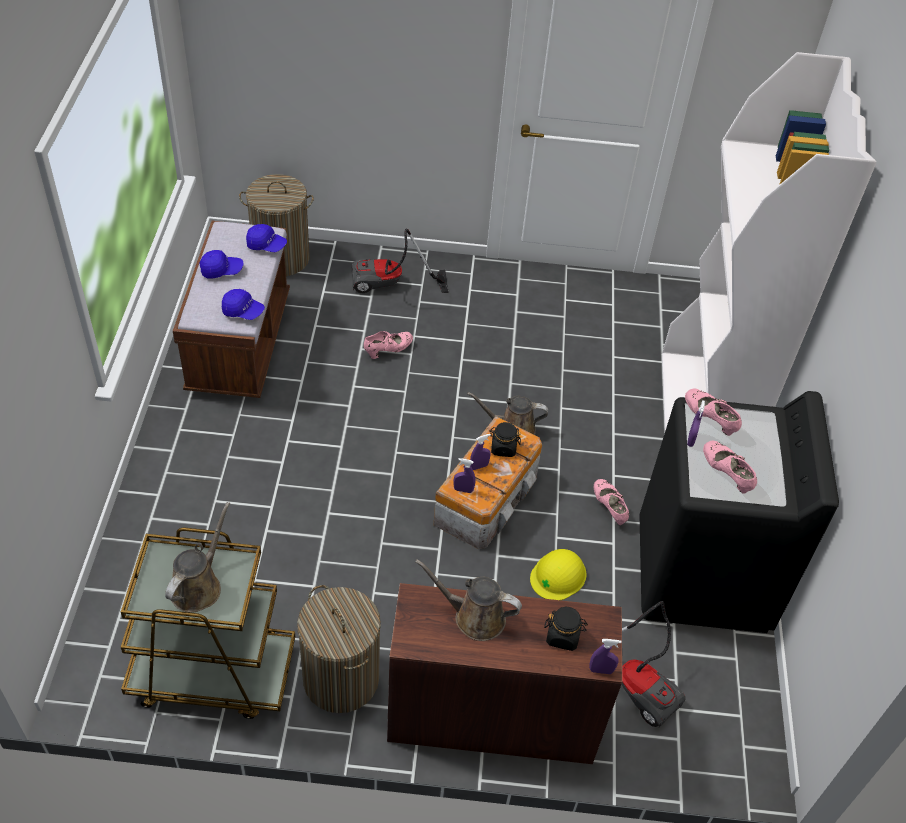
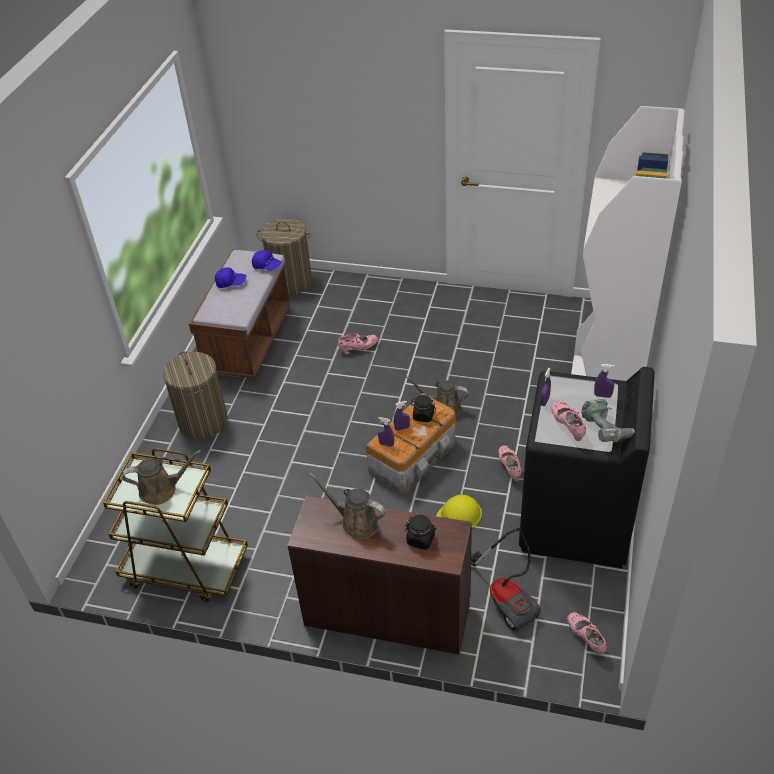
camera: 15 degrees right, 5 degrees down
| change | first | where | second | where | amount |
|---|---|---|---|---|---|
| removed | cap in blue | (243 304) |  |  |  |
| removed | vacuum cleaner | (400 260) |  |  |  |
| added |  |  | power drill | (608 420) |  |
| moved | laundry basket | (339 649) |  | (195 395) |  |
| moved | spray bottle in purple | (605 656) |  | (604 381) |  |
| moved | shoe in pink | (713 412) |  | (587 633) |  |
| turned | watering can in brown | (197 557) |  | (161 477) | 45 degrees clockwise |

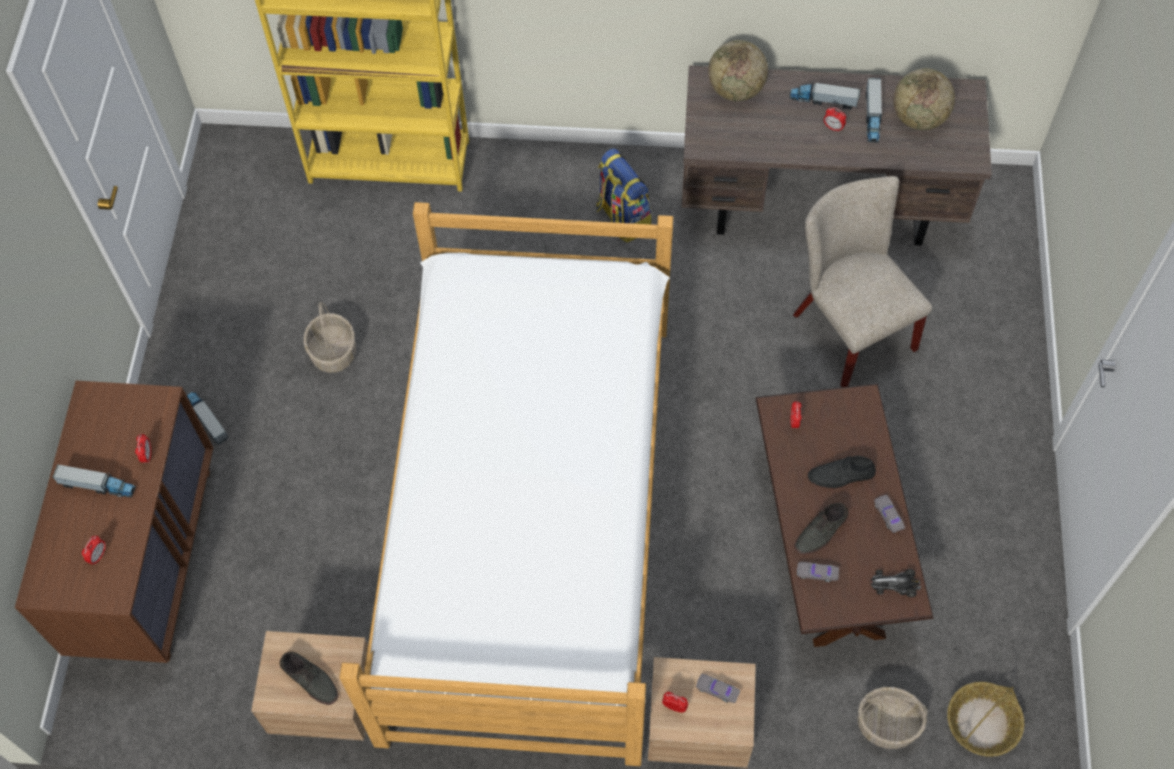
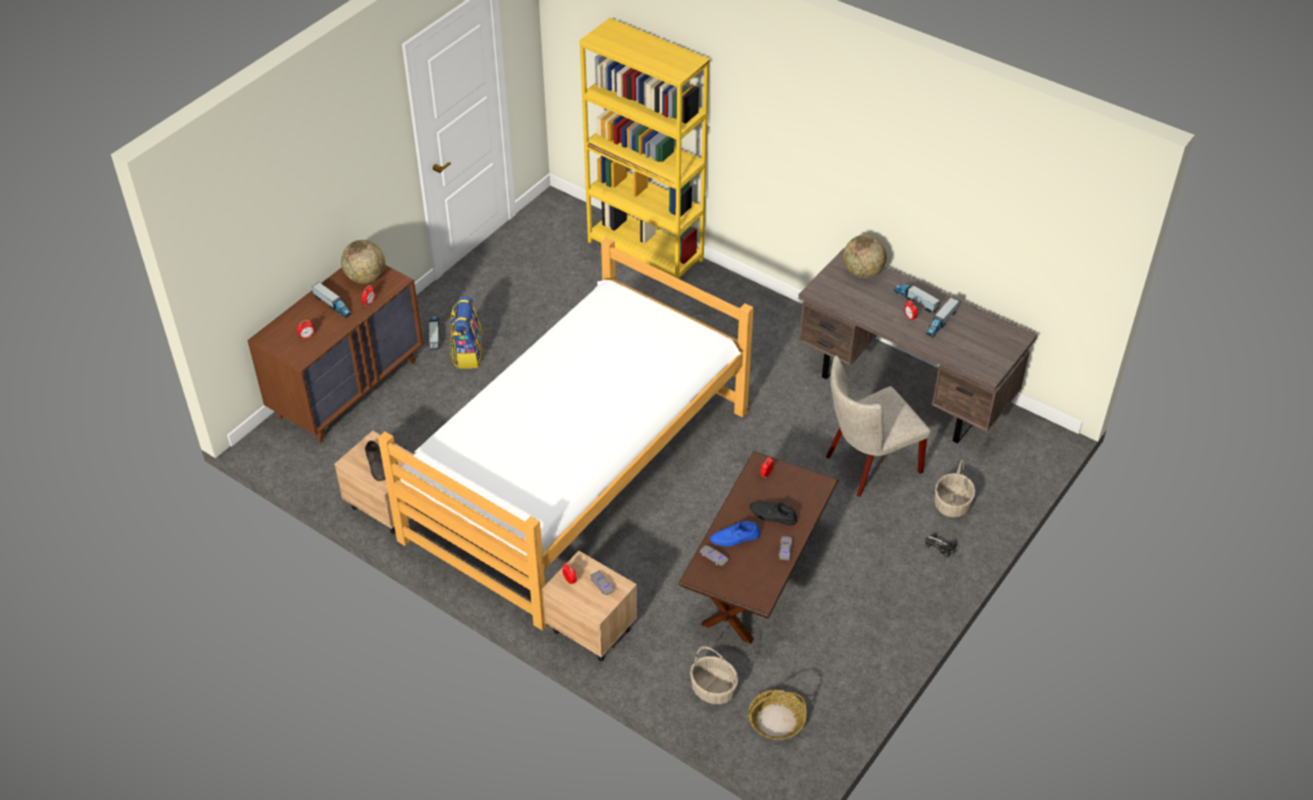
camera: 30 degrees right, 15 degrees down
| change | first | where | second | where | amount |
|---|---|---|---|---|---|
| moved | basket | (330 337) |  | (954 488) |  |
| moved | backpack | (624 195) |  | (466 332) |  |
| moved | toy car | (895 583) |  | (941 545) |  |
| moved | globe | (924 99) |  | (363 262) |  |
| recoloured | shoe in grey | (821 529) | shoe in blue | (735 533) |  |
| turned | chair in beige | (862 281) |  | (878 426) | 120 degrees counterclockwise |

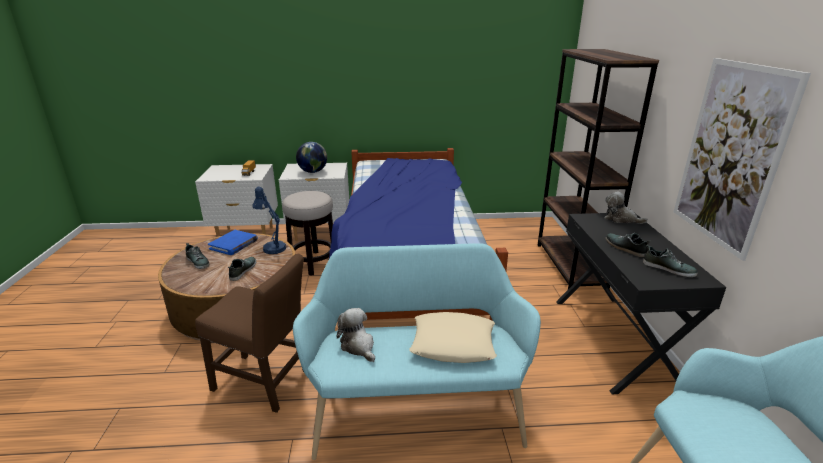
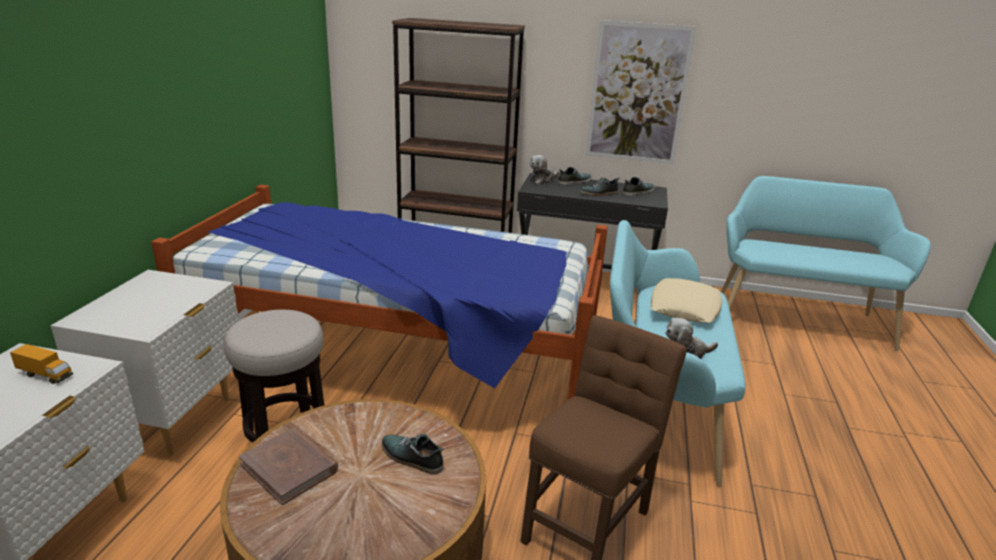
camera: 75 degrees left, 0 degrees up
| change | first | where | second | where | amount |
|---|---|---|---|---|---|
| removed | table lamp in blue | (269 220) |  |  |  |
| removed | globe | (311 157) |  |  |  |
| moved | shoe | (197 256) |  | (575 176) |  |
| recoloured | book in blue | (233 242) | book in brown | (288 466) |  |

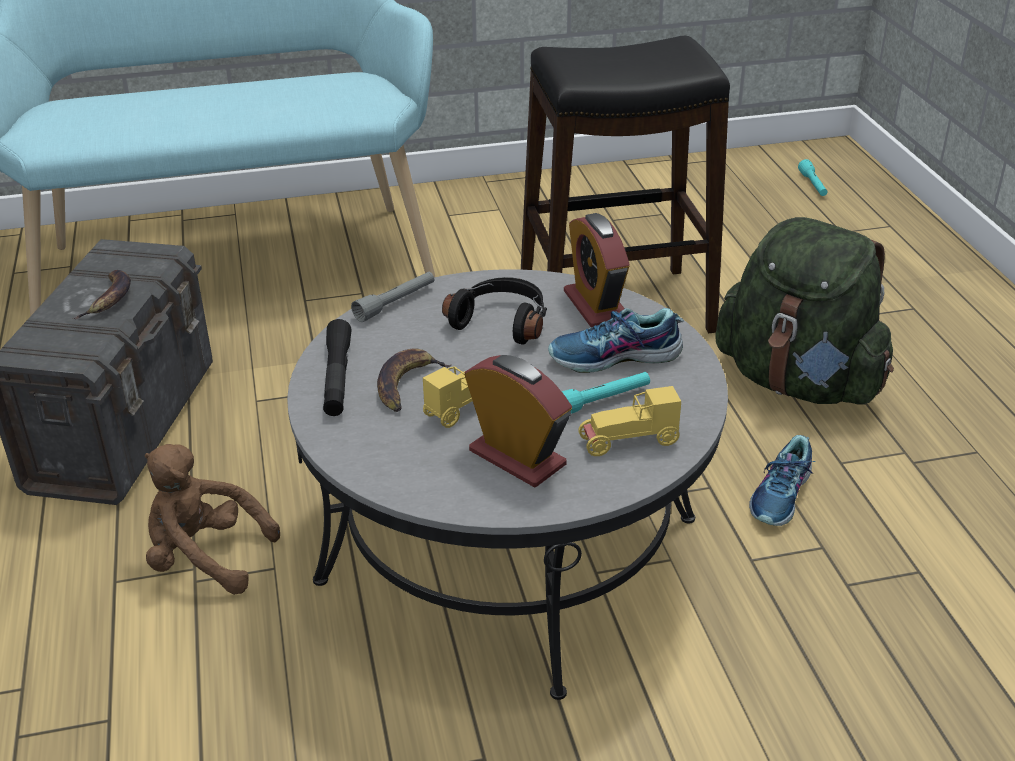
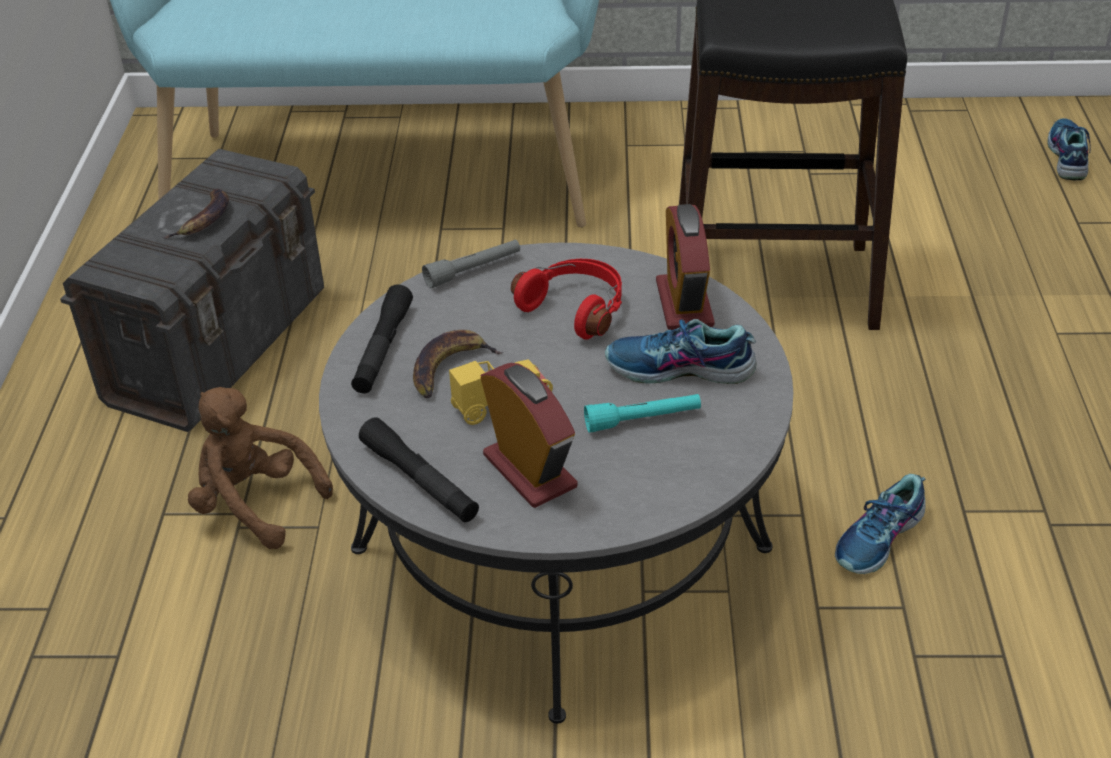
camera: 15 degrees right, 5 degrees up
| change | first | where | second | where | amount |
|---|---|---|---|---|---|
| removed | toy car in yellow | (629 421) |  |  |  |
| removed | backpack in green | (804 311) |  |  |  |
| added |  |  | flashlight in black | (419 469) |  |
| replaced | flashlight in turquoise | (812 177) | shoe | (1069 149) |  |
| recoloured | headphones in black | (494 311) | headphones in red | (566 299) |  |

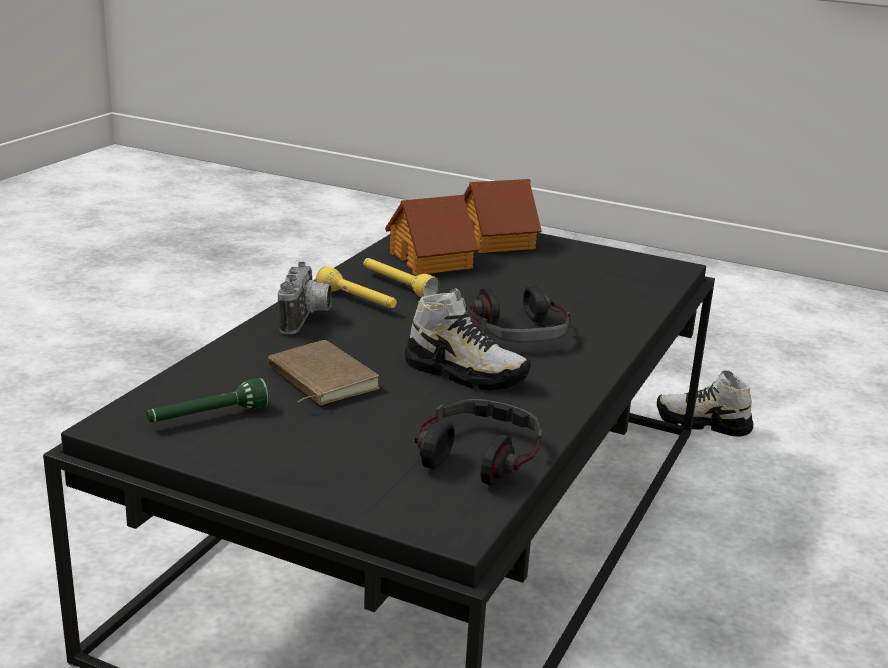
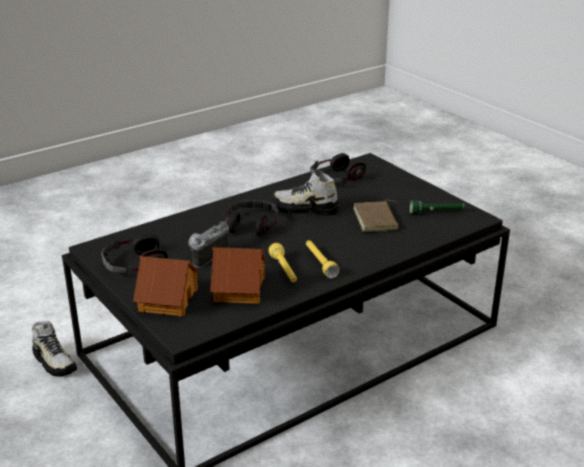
camera: 150 degrees left, 5 degrees up
| change | first | where | second | where | amount |
|---|---|---|---|---|---|
| added |  |  | headphones | (134 254) |  |
| moved | photo camera | (305 298) |  | (208 244) |  |
| turned | shoe | (467 339) |  | (306 193) | 45 degrees counterclockwise |

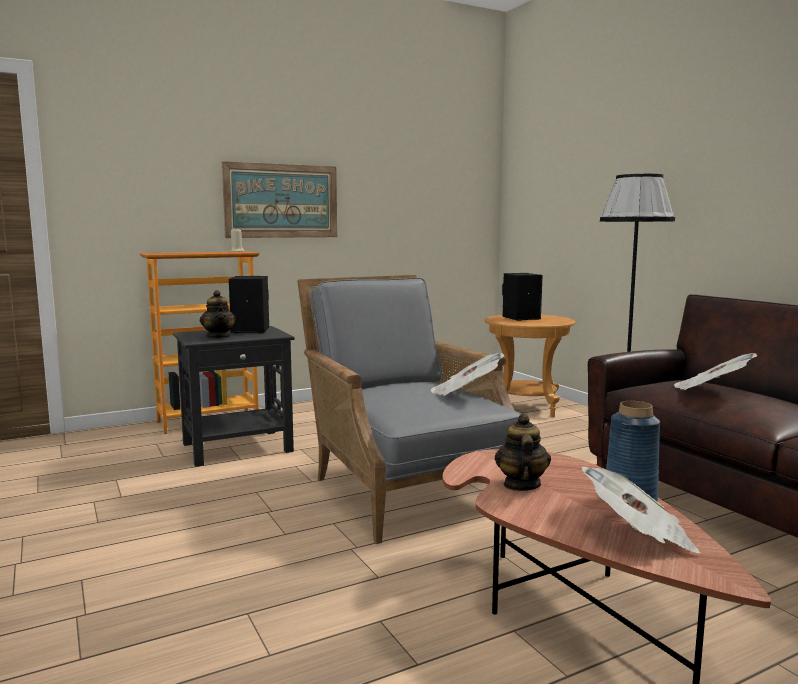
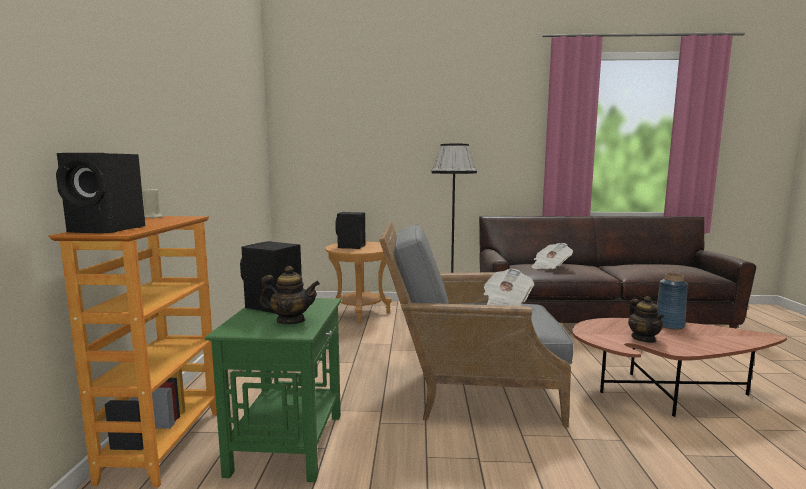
camera: 60 degrees left, 0 degrees up
| change | first | where | second | where | amount |
|---|---|---|---|---|---|
| removed | picture | (279 199) |  |  |  |
| removed | newspaper | (641 509) |  |  |  |
| added |  |  | speaker in black | (100 193) |  |
| recoloured | side table in black | (234 396) | side table in green | (273 390) |  |
| turned | teapot | (523 452) |  | (646 319) | 135 degrees counterclockwise |

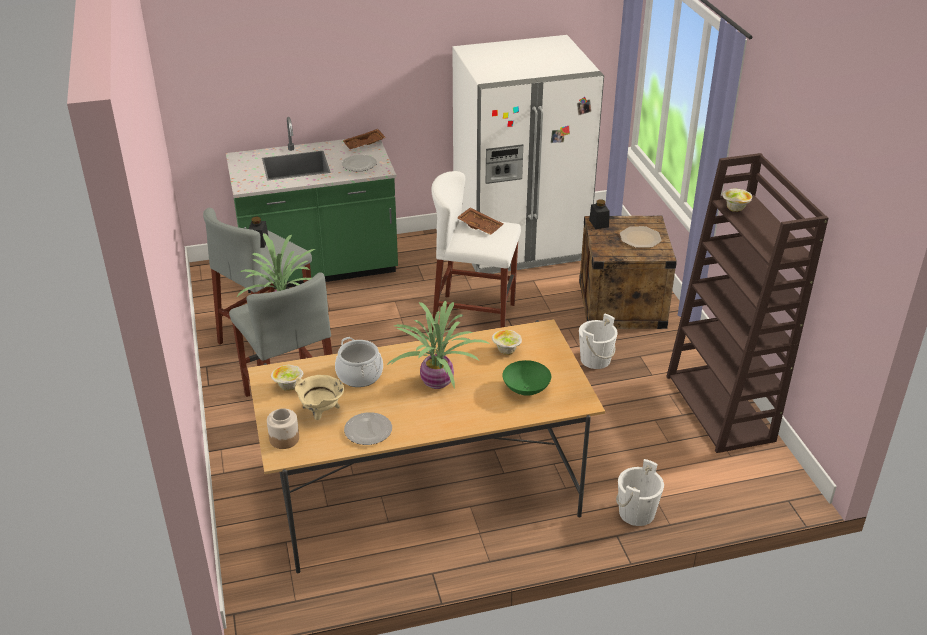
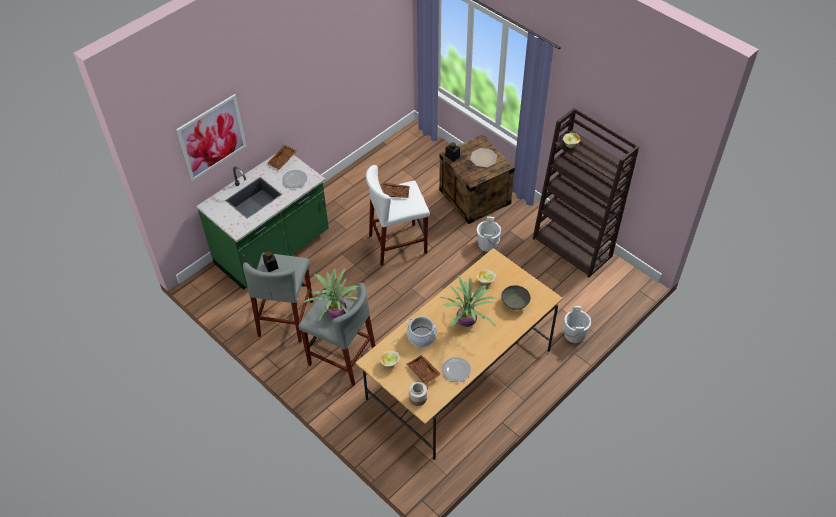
camera: 30 degrees left, 15 degrees up
| change | first | where | second | where | amount |
|---|---|---|---|---|---|
| removed | fridge in white | (528 154) |  |  |  |
| added |  |  | picture | (211 137) |  |
| replaced | cooking pot in beige | (319 397) | tray in brown | (424 369) |  |
| recoloured | bowl in green | (527 378) | bowl in grey | (515 297) |  |

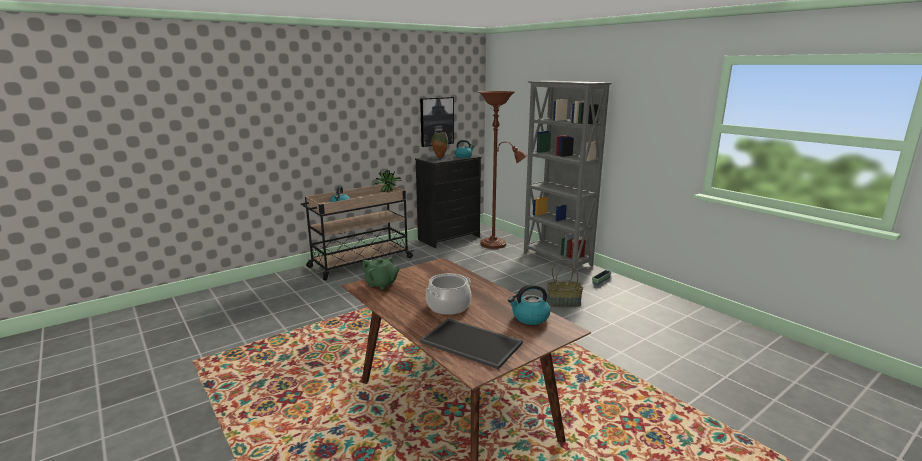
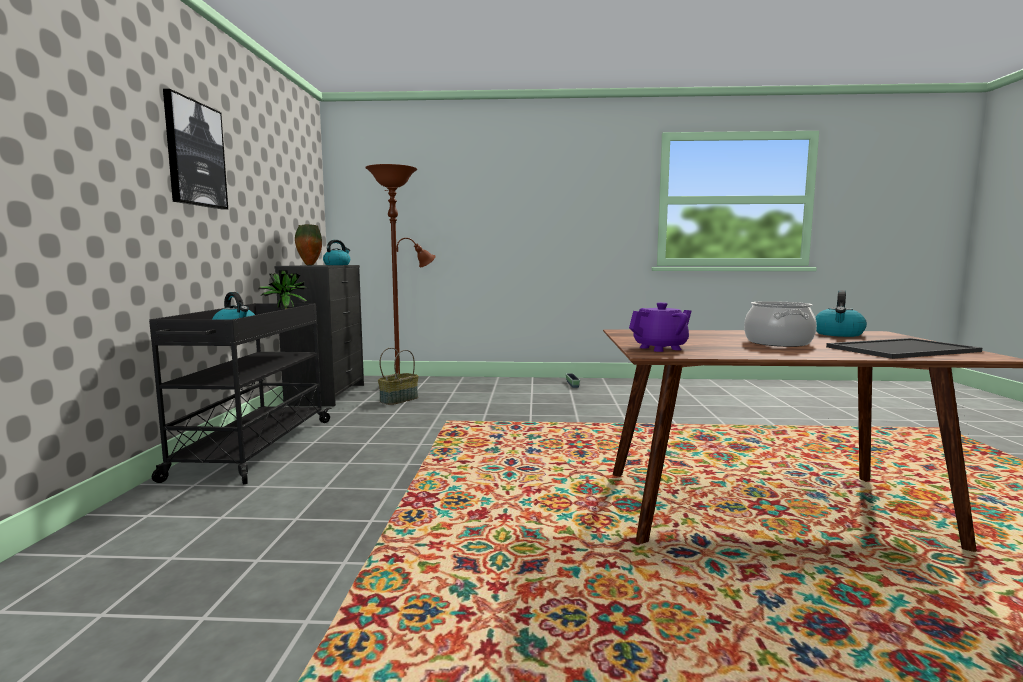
camera: 50 degrees left, 10 degrees down
| change | first | where | second | where | amount |
|---|---|---|---|---|---|
| removed | bookcase in grey | (568 177) |  |  |  |
| moved | picture | (437 122) |  | (195 149) |  |
| moved | basket | (565 283) |  | (398 376) |  |
| recoloured | cart in beige | (357 232) | cart in black | (240 394) |  |
| recoloured | teapot in green | (381 273) | teapot in purple | (660 327) |  |

